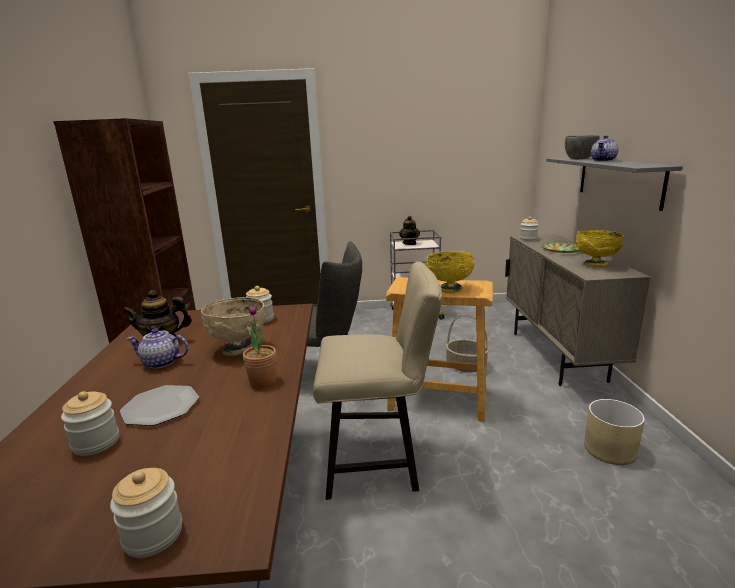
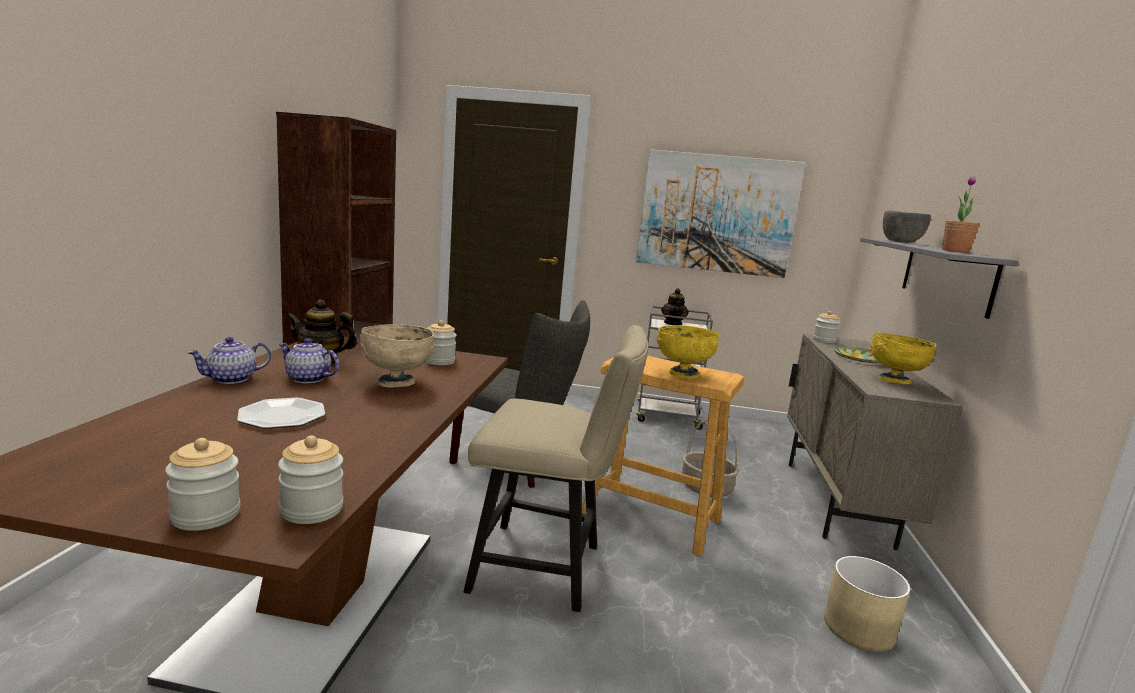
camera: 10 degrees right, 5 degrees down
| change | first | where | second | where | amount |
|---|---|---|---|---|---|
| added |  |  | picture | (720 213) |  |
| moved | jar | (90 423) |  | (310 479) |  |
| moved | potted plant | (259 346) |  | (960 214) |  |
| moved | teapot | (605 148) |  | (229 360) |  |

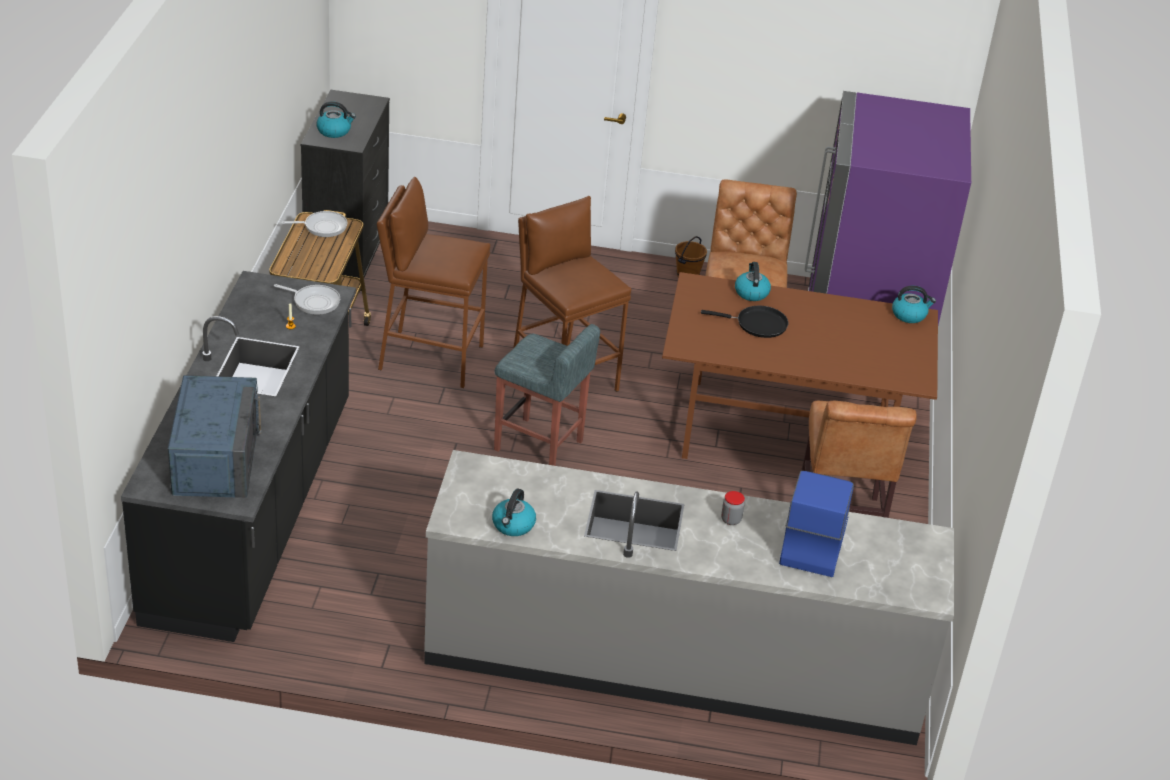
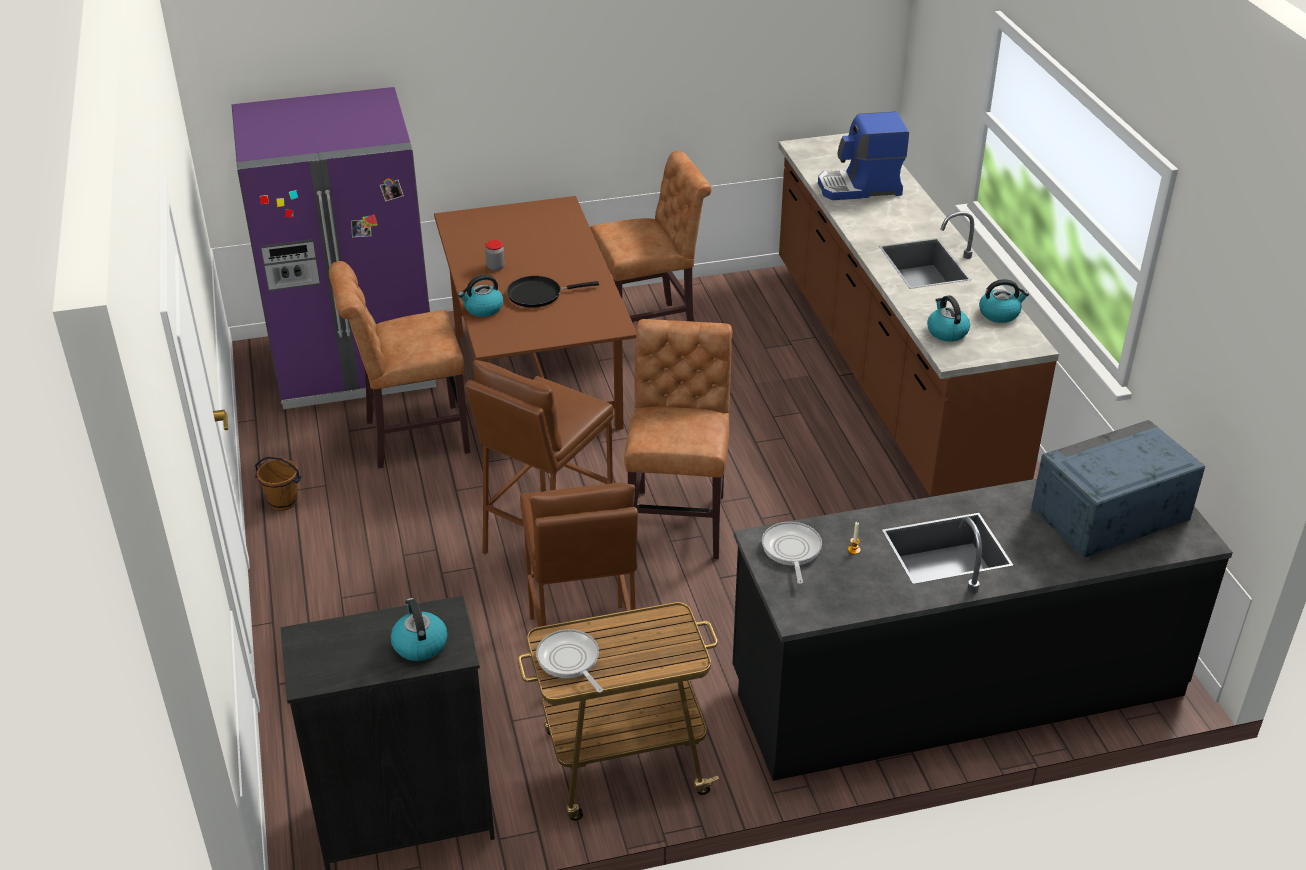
camera: 110 degrees left, 0 degrees up
| change | first | where | second | where | amount |
|---|---|---|---|---|---|
| moved | jar | (733 508) |  | (495 255) |  |
| moved | kettle | (914 304) |  | (948 318) |  |
| replaced | stool in grey | (547 395) | chair in brown | (678 439) |  |
| recoloured | counter in grey | (689 597) | counter in brown | (918 315) |  |
| turned | frying pan in black | (744 322) |  | (553 292) | 90 degrees counterclockwise |

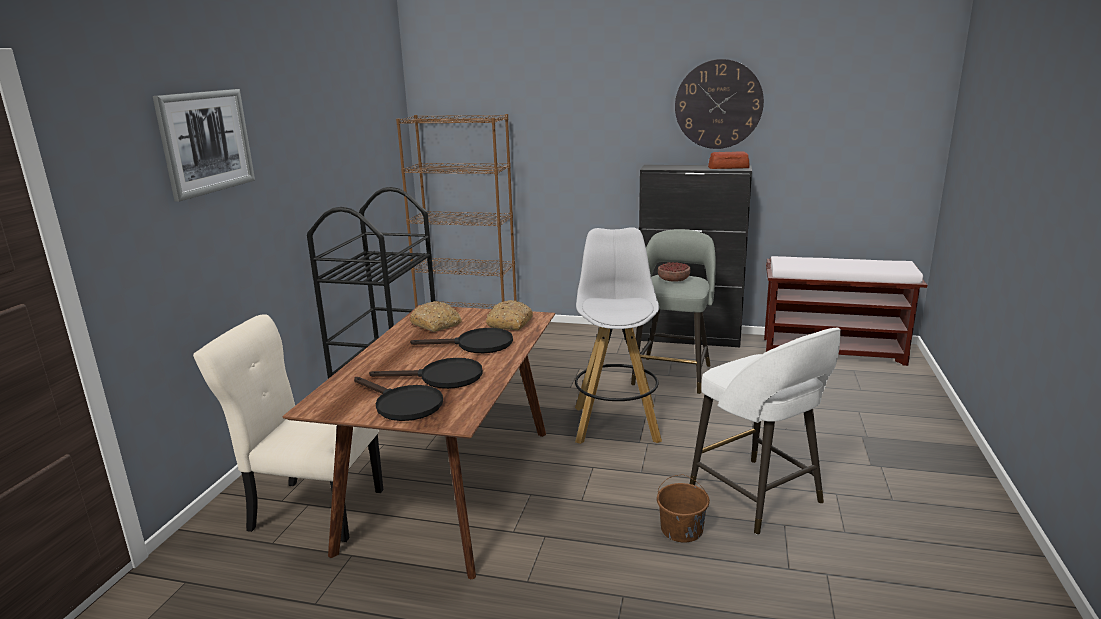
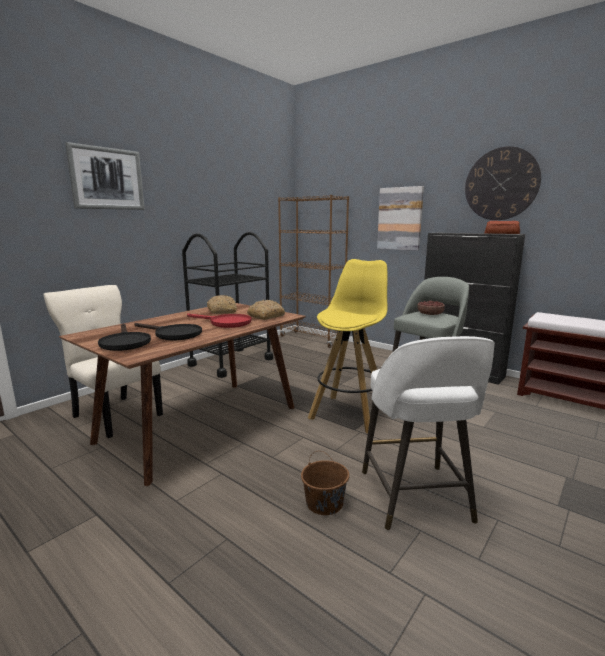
camera: 25 degrees right, 5 degrees down
| change | first | where | second | where | amount |
|---|---|---|---|---|---|
| added |  |  | picture | (400 218) |  |
| recoloured | frying pan in black | (461 340) | frying pan in red | (219 321) |  |
| recoloured | stool in white | (618 335) | stool in yellow | (348 346) |  |

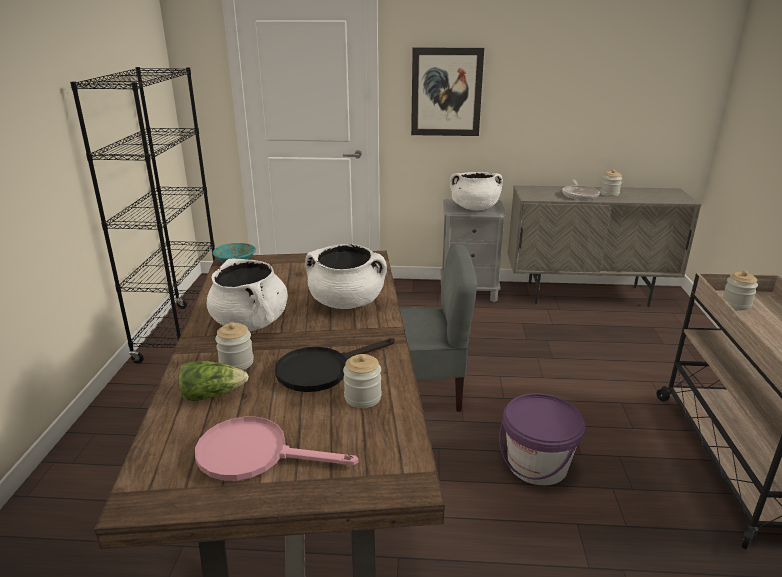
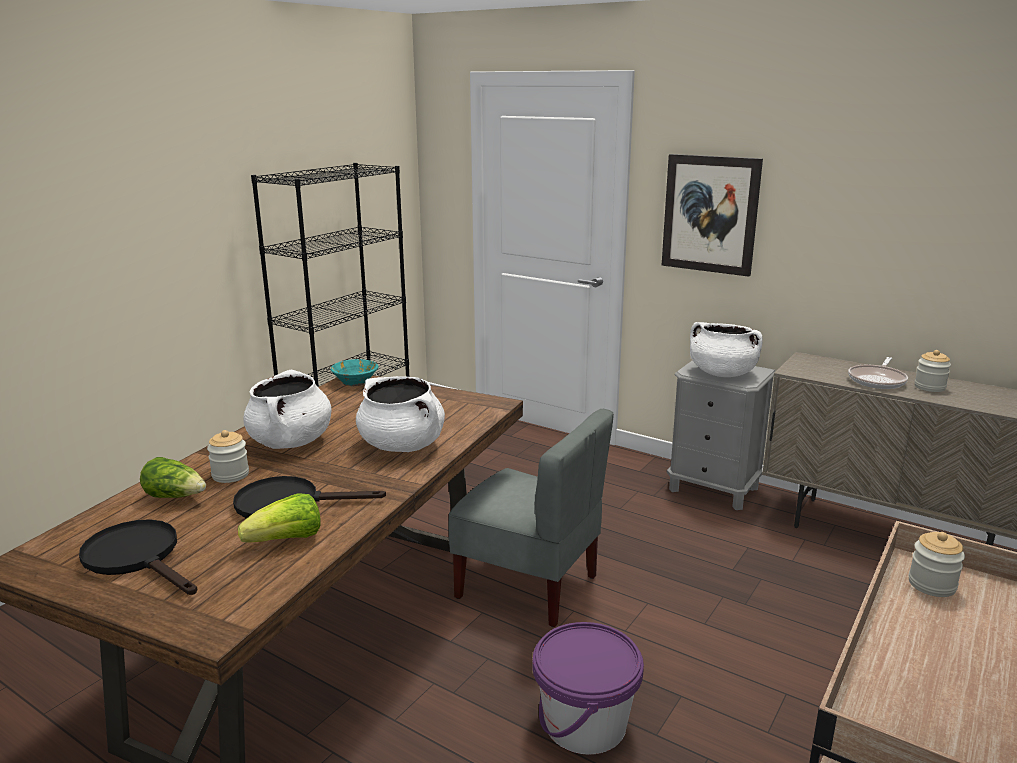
camera: 30 degrees right, 5 degrees down
| change | first | where | second | where | amount |
|---|---|---|---|---|---|
| replaced | jar | (362 381) | lettuce | (279 518) |  |
| recoloured | frying pan in pink | (277 449) | frying pan in black | (138 557) |  |

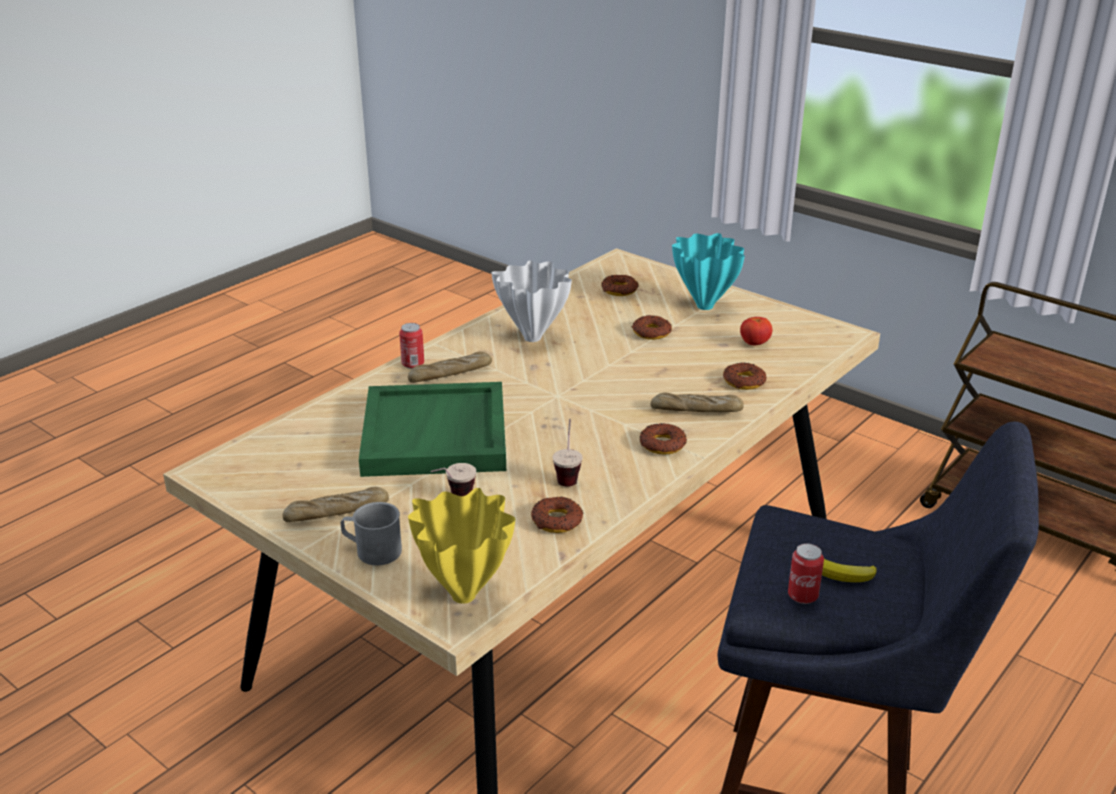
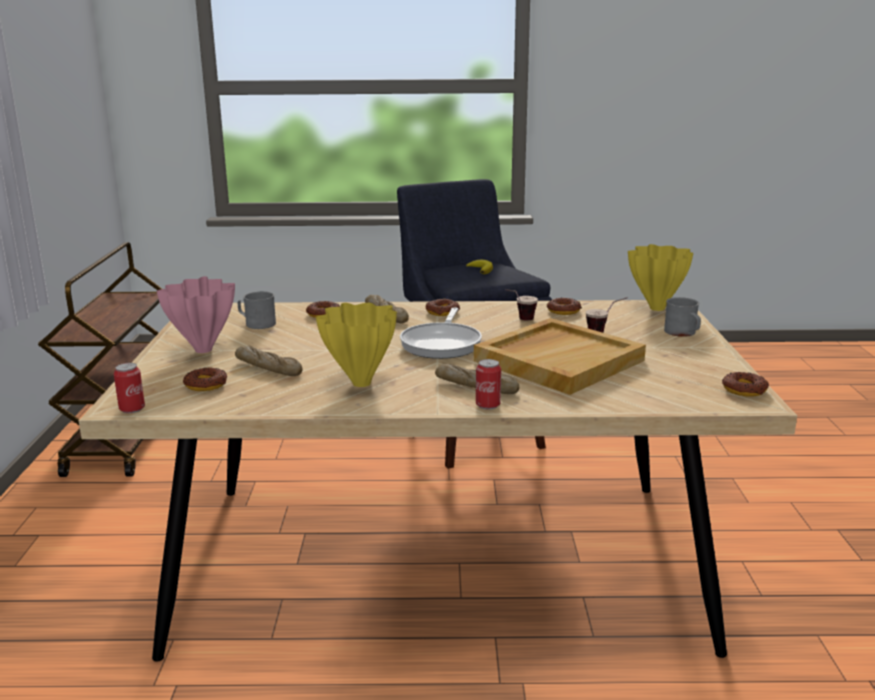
camera: 130 degrees left, 10 degrees down
| change | first | where | second | where | amount |
|---|---|---|---|---|---|
| added |  |  | frying pan | (441 333) |  |
| moved | bread | (336 504) |  | (269 361) |  |
| moved | donut | (652 327) |  | (745 384) |  |
| moved | can | (806 573) |  | (129 388) |  |
| replaced | tomato | (756 331) | mug in grey | (257 310) |  |
| recoloured | tray in green | (432 429) | tray in beige | (560 356) |  |
| recoloured | vase in white | (531 301) | vase in yellow | (356 345) |  |
| recoloured | vase in turquoise | (708 271) | vase in pink | (196 314) |  |

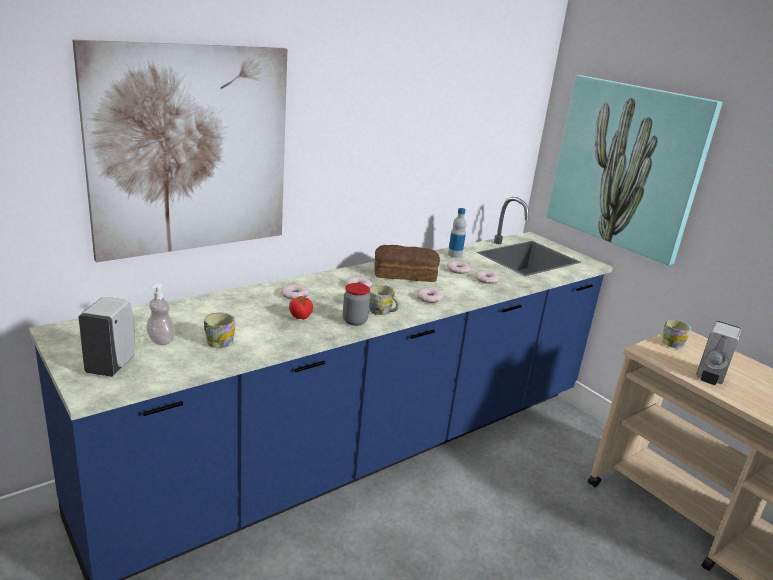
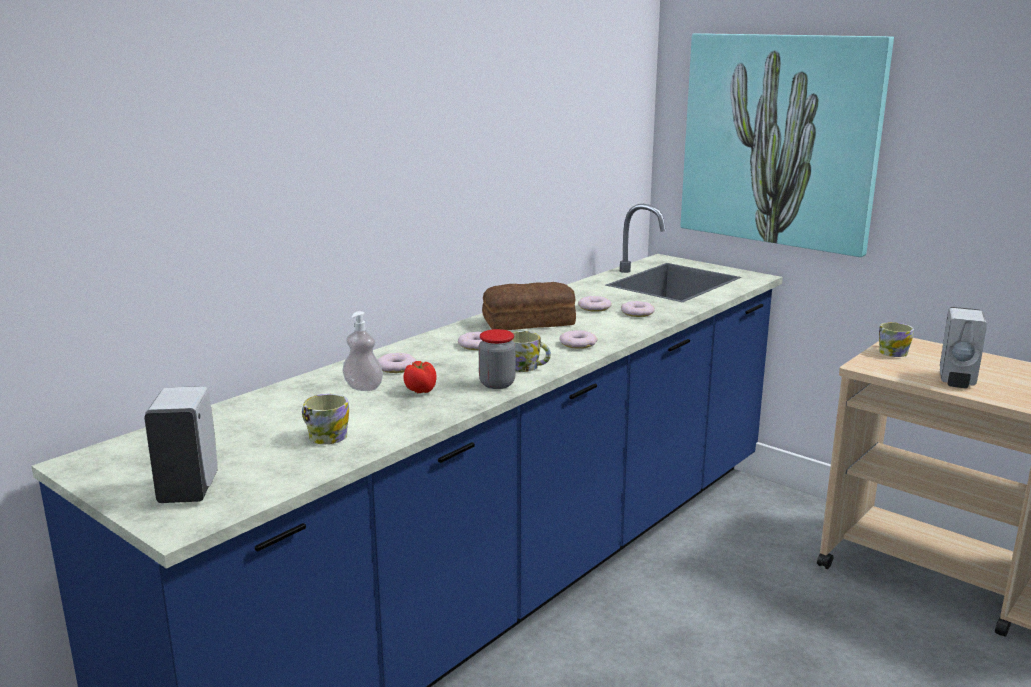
camera: 10 degrees left, 5 degrees down
| change | first | where | second | where | amount |
|---|---|---|---|---|---|
| removed | picture | (179 150) |  |  |  |
| removed | bottle | (457 233) |  |  |  |
| moved | soap dispenser | (160 314) |  | (363 351) |  |

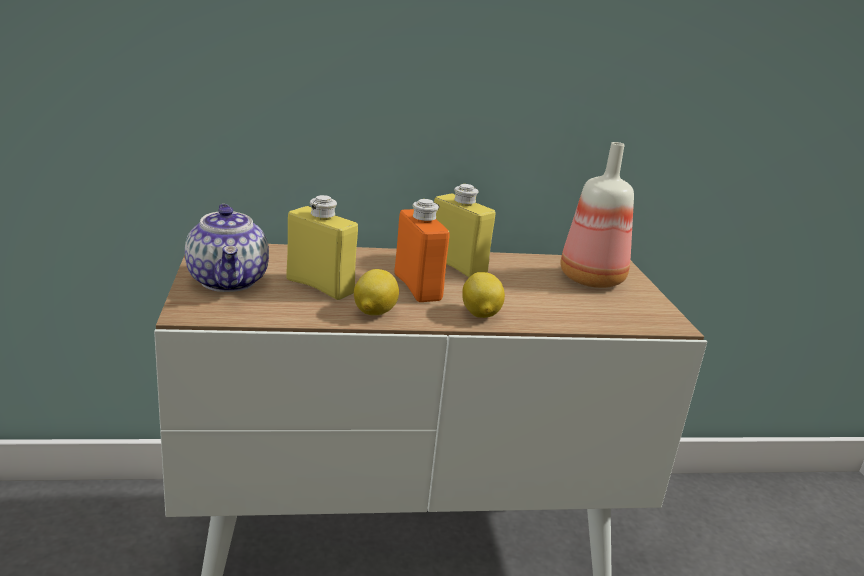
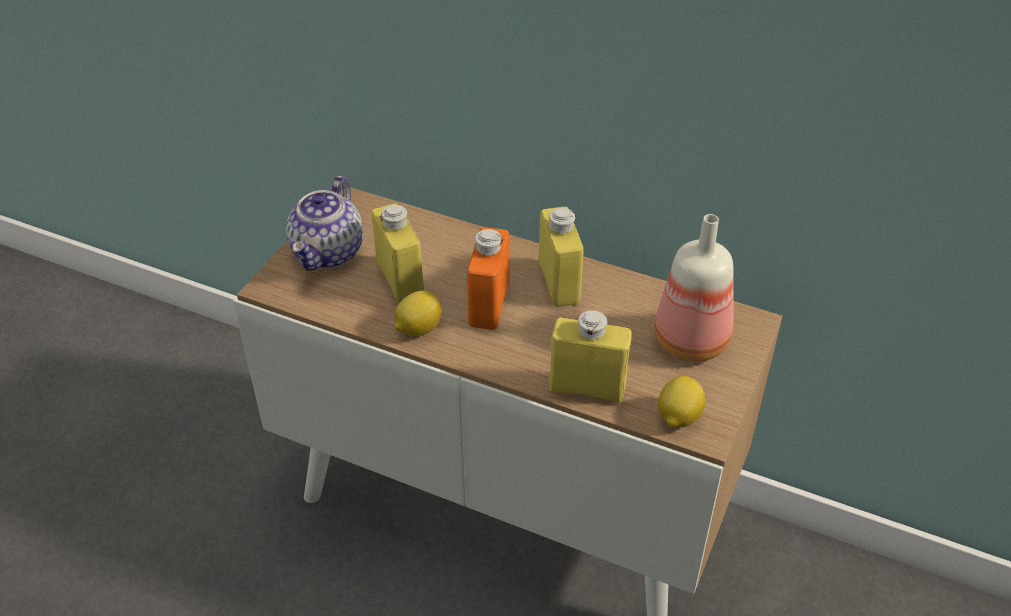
camera: 35 degrees right, 20 degrees up
| change | first | where | second | where | amount |
|---|---|---|---|---|---|
| added |  |  | bottle in yellow | (590 356) |  |
| moved | lemon | (483 295) |  | (682 401) |  |

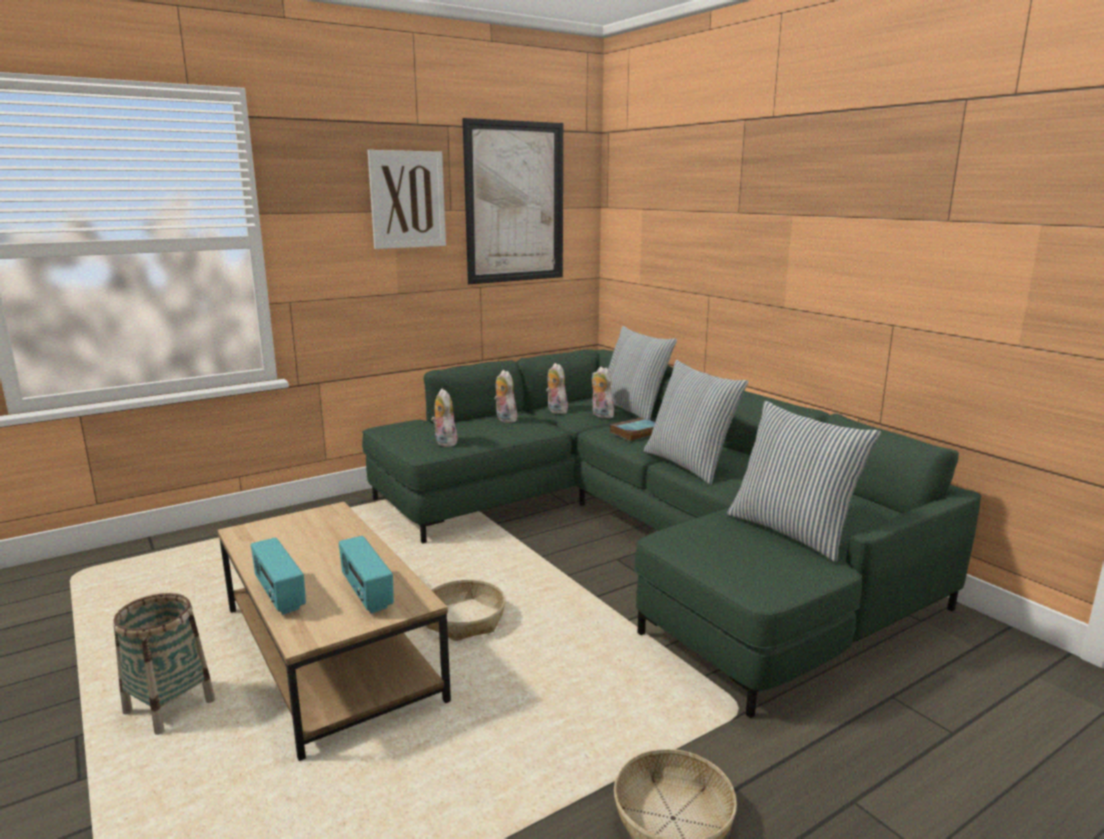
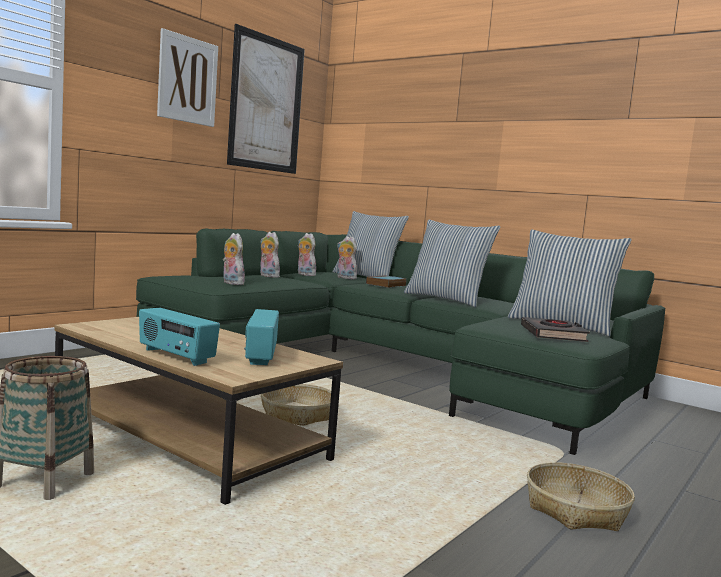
camera: 20 degrees left, 10 degrees down
| change | first | where | second | where | amount |
|---|---|---|---|---|---|
| added |  |  | book in black | (555 329) |  |
| turned | radio | (366 575) |  | (261 337) | 45 degrees clockwise |

